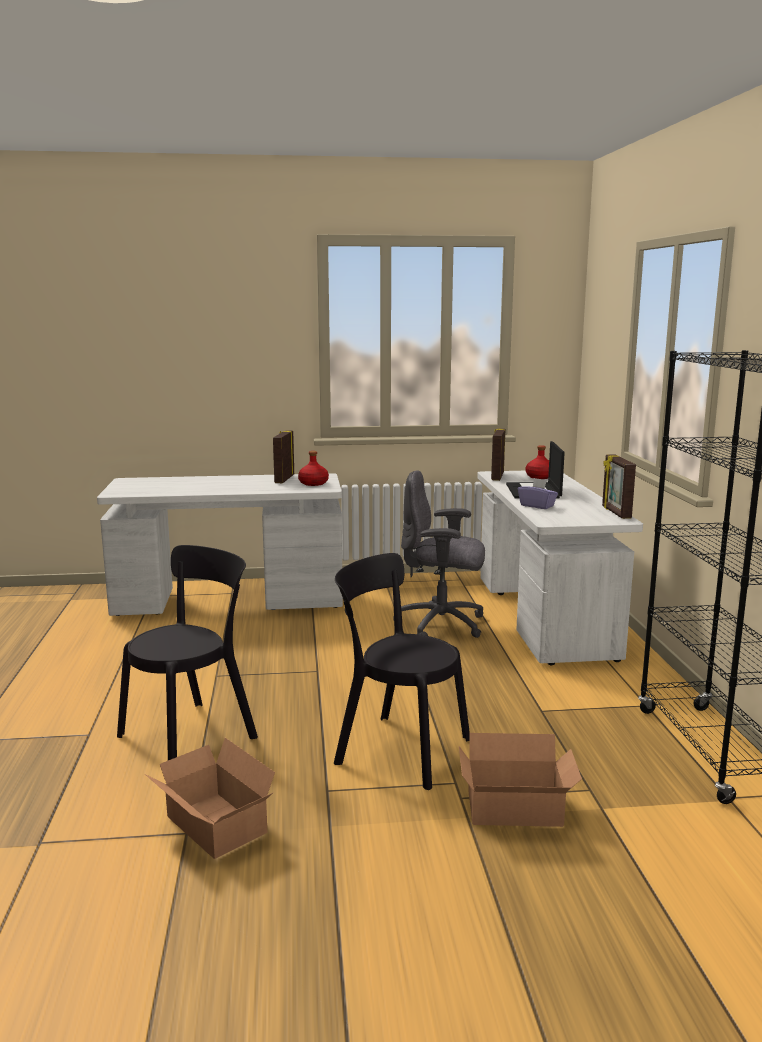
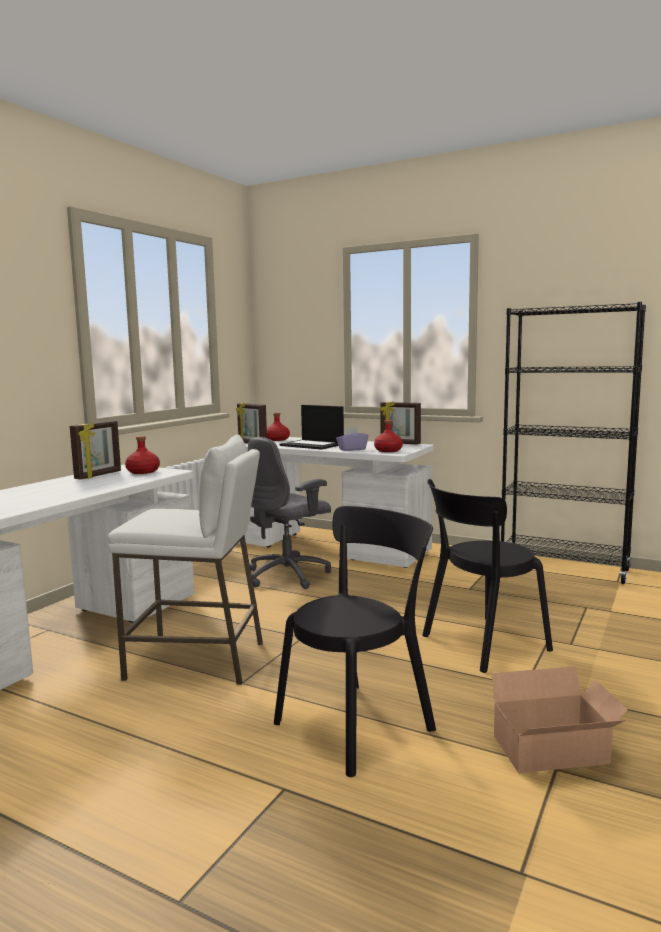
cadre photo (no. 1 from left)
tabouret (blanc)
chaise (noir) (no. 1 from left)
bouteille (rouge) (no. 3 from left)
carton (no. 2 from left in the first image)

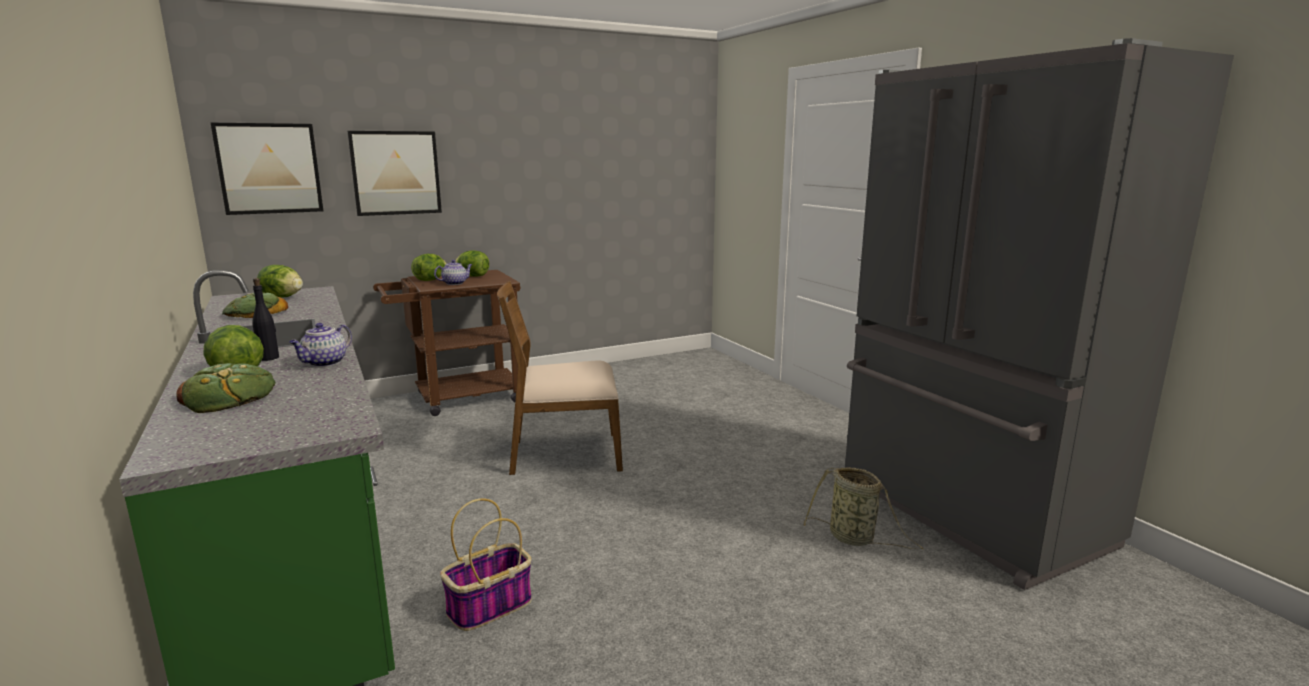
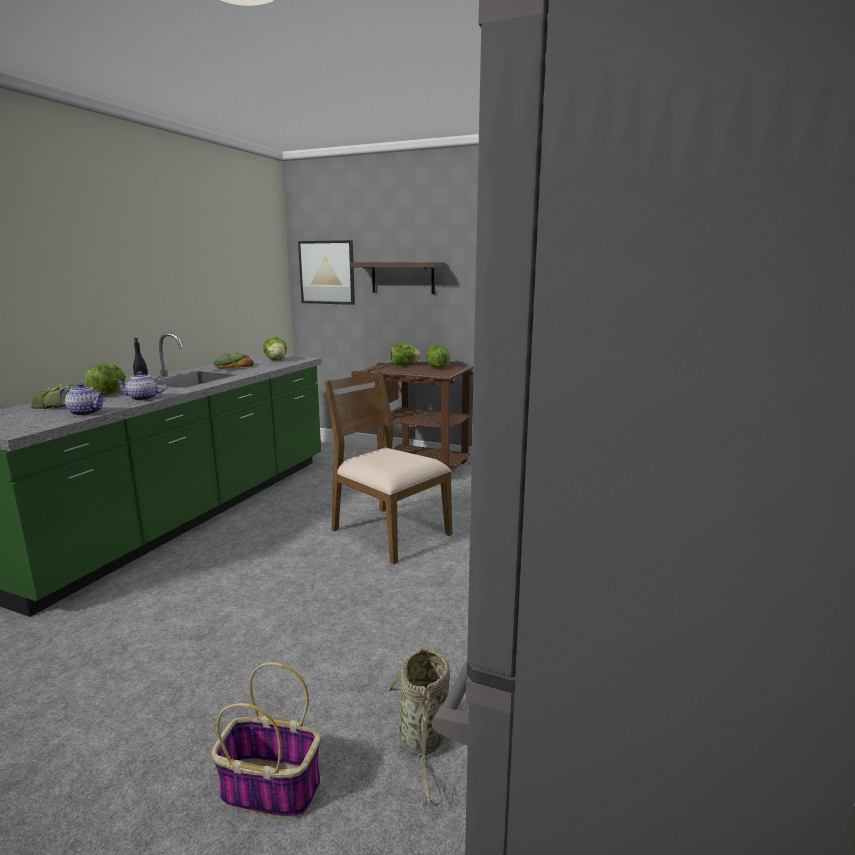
théière (no. 1 from left)
panier (no. 1 from left)
étagère

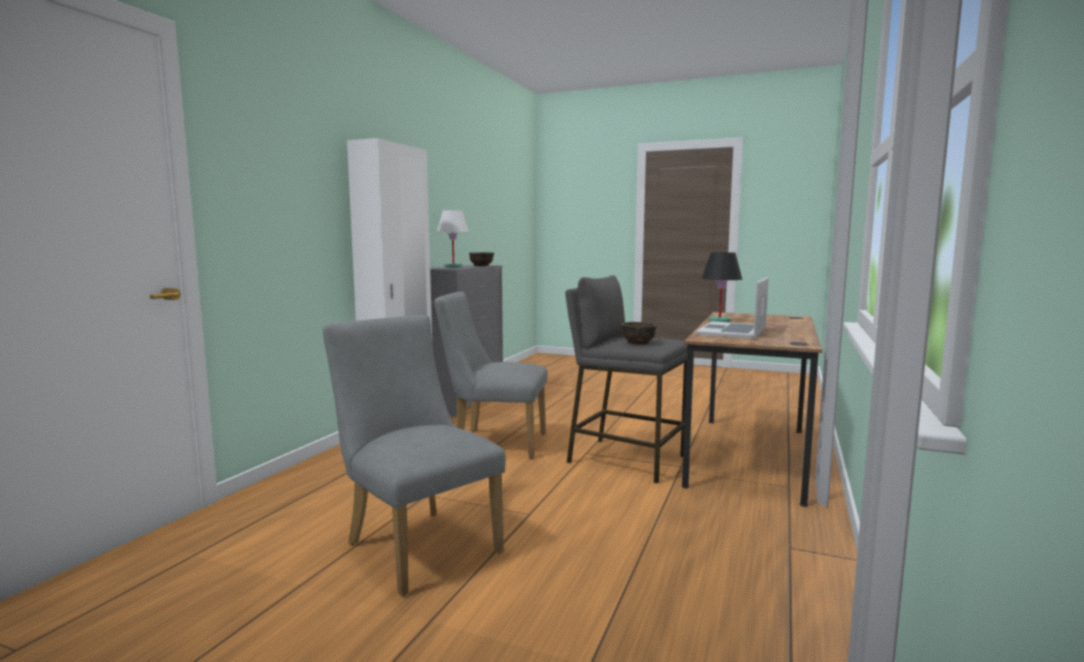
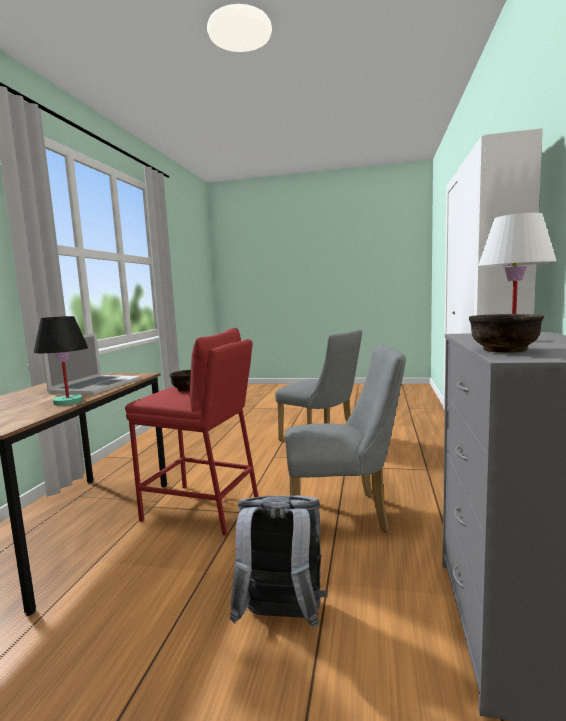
tabouret (rouge)
sac à dos (gris)

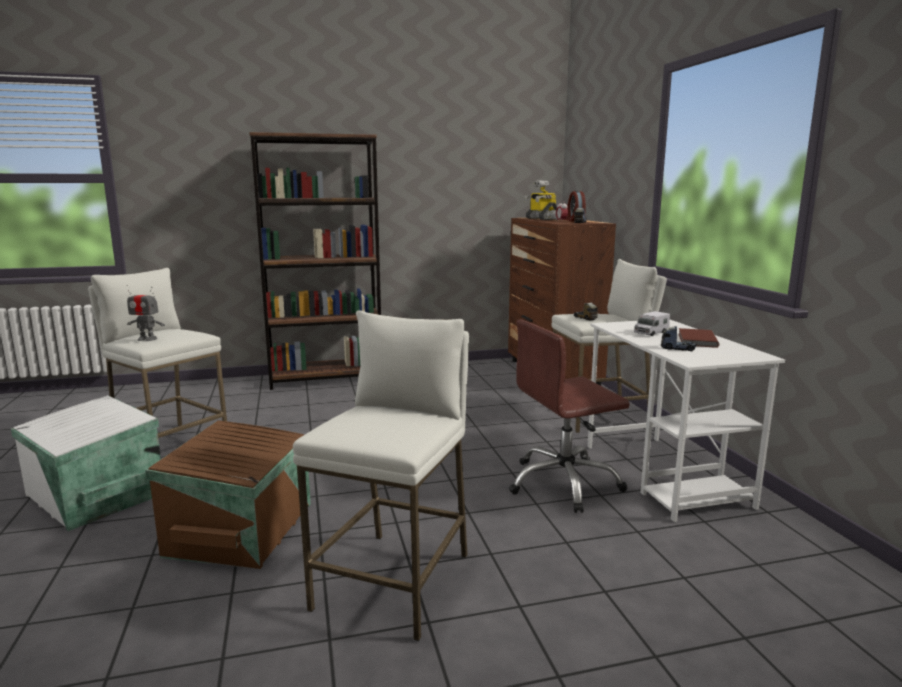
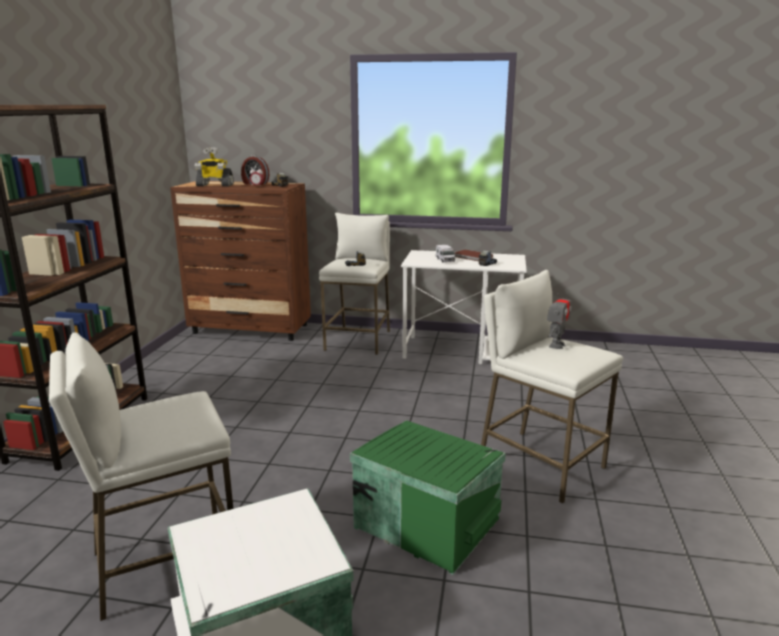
boîte de rangement (vert)
robot jouet (no. 2 from left)
chaise de bureau (marron)

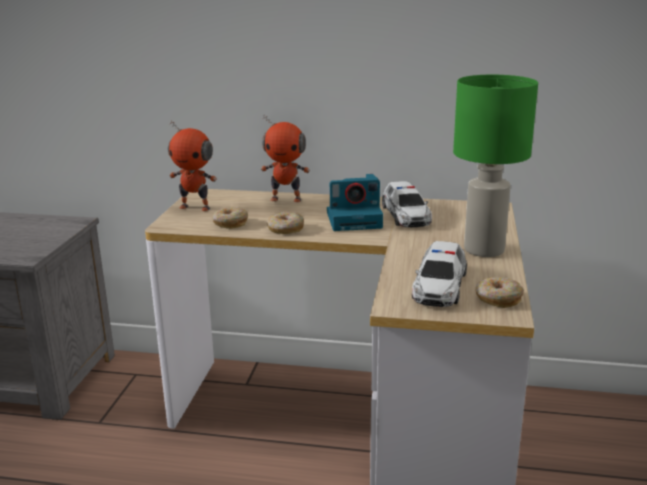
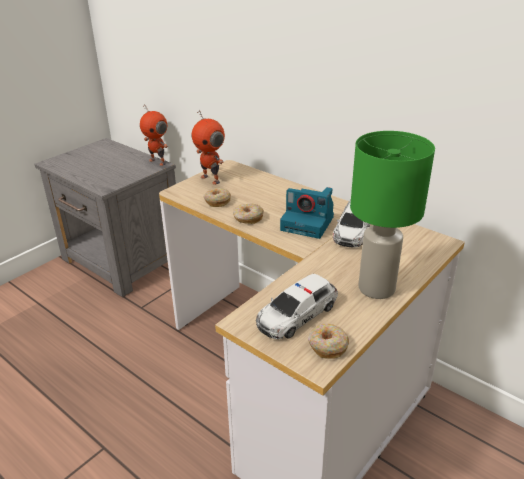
robot jouet (no. 1 from left)

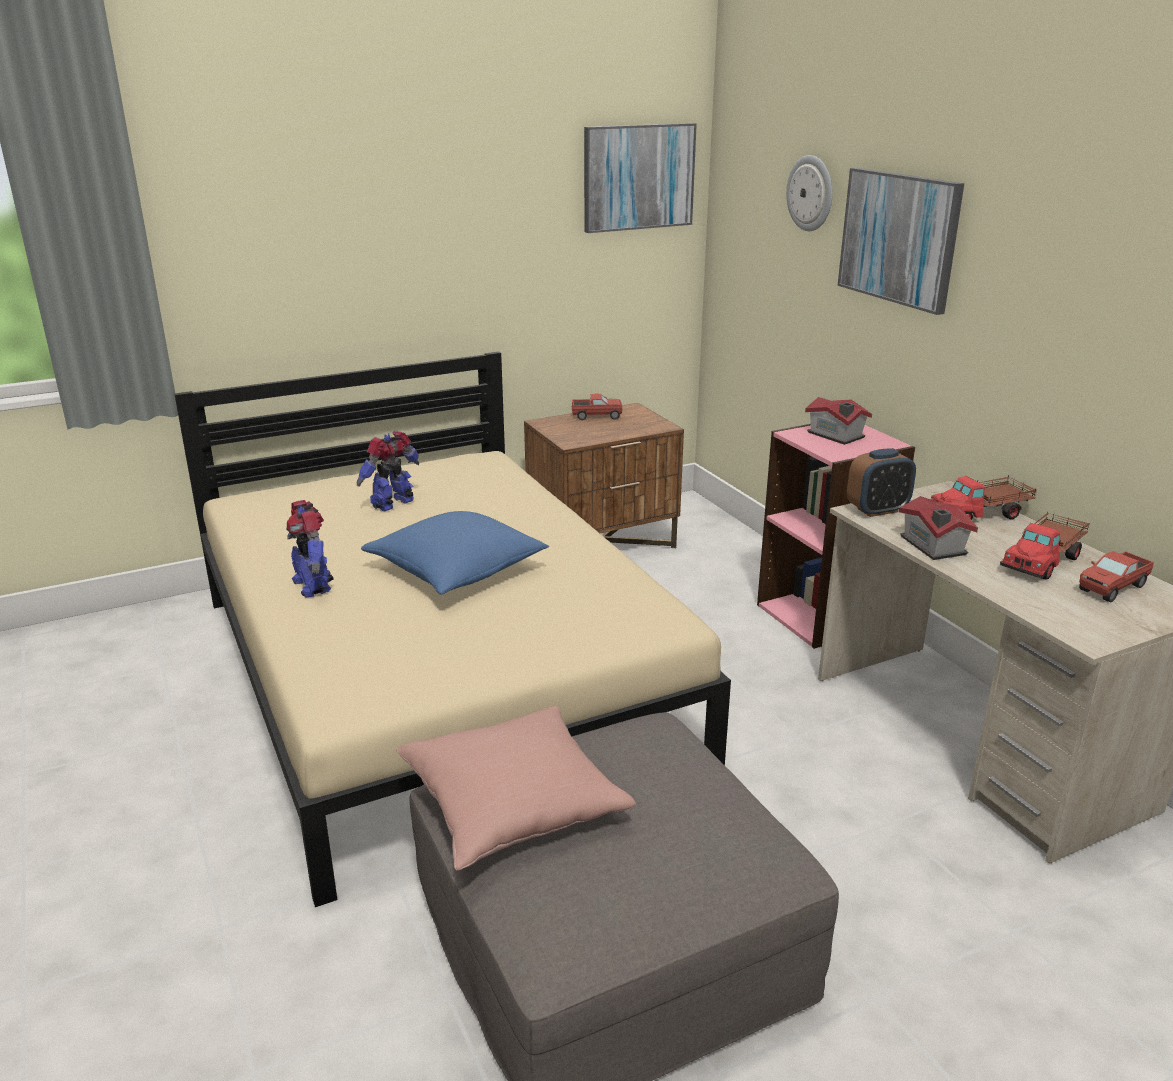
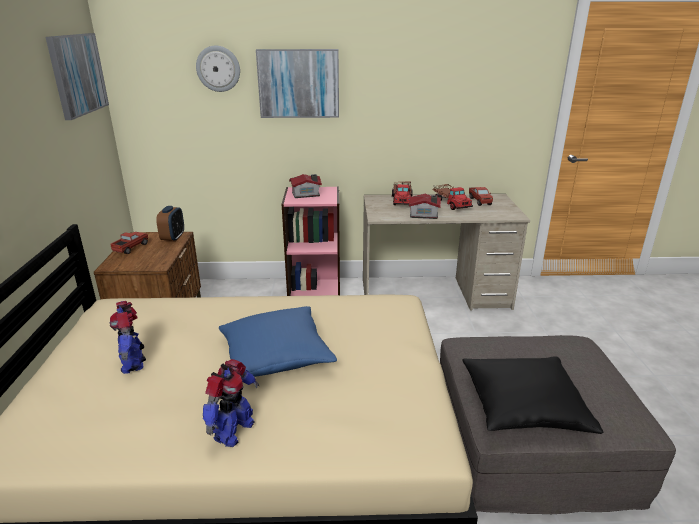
réveil
robot jouet (no. 2 from left)
coussin (noir)

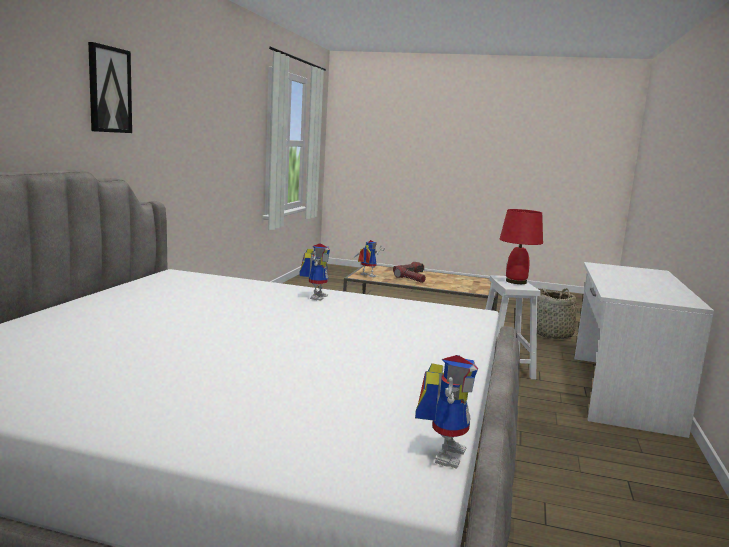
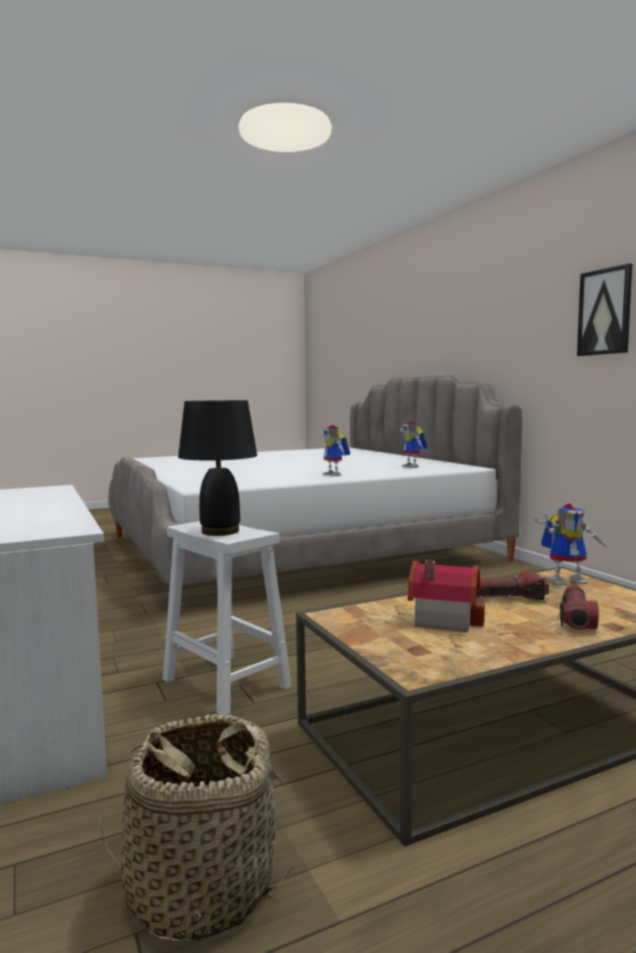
lampe de table (noir)
robot jouet (no. 2 from left)
maison miniature
tableau

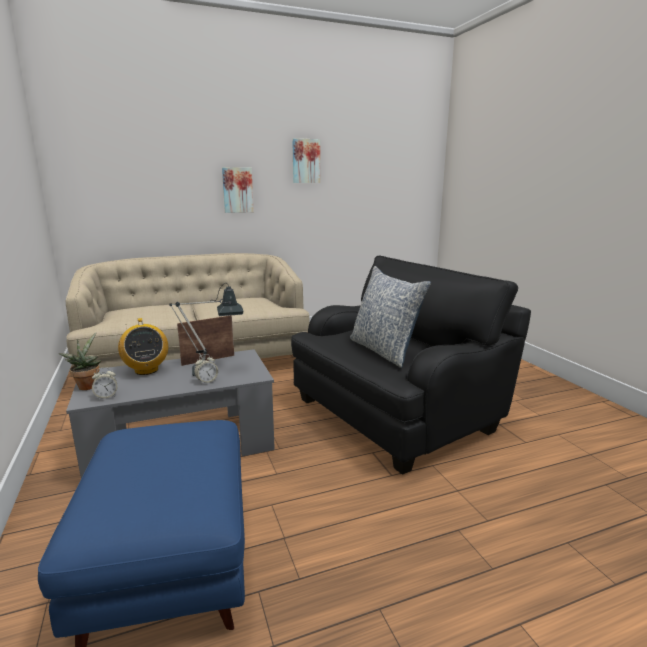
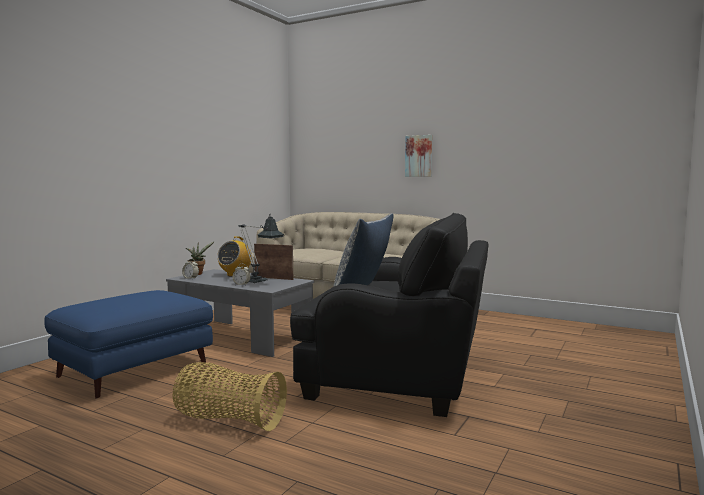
panier
tableau (no. 2 from left in the first image)

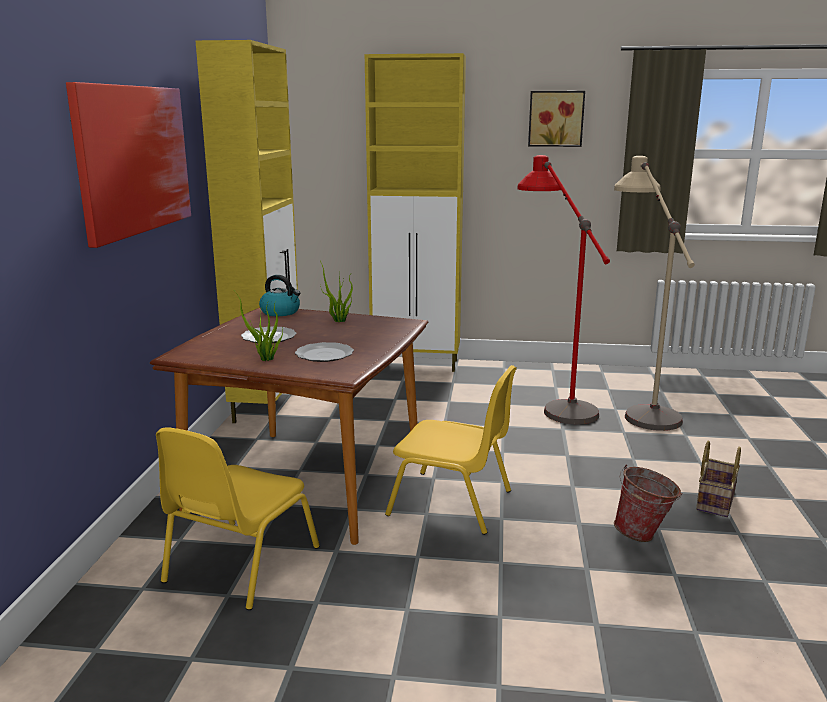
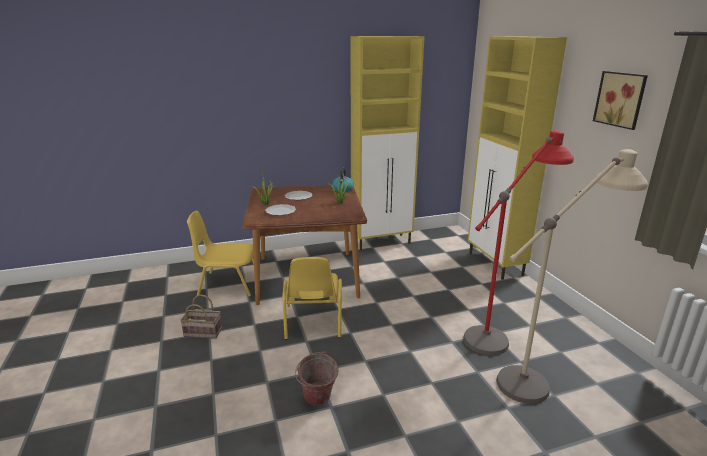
panier
tableau (no. 1 from left in the first image)

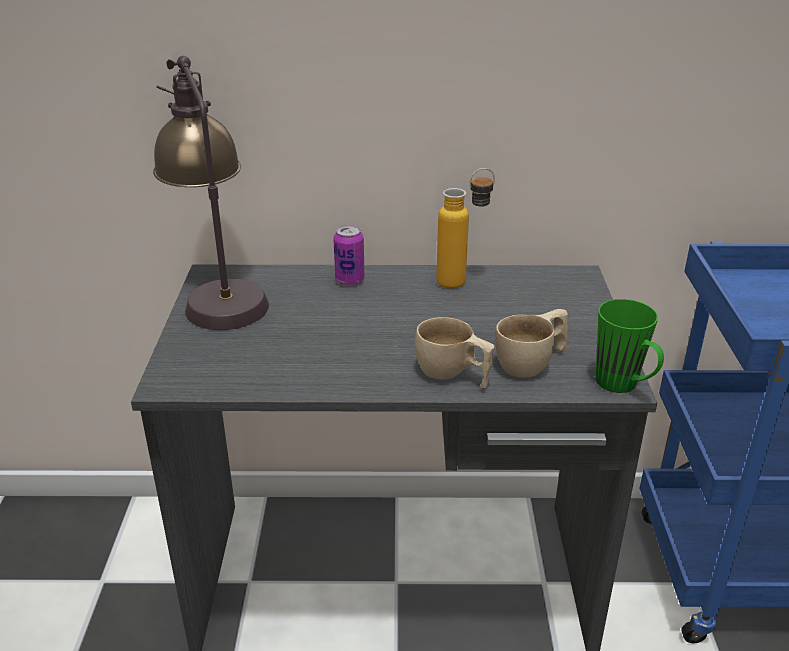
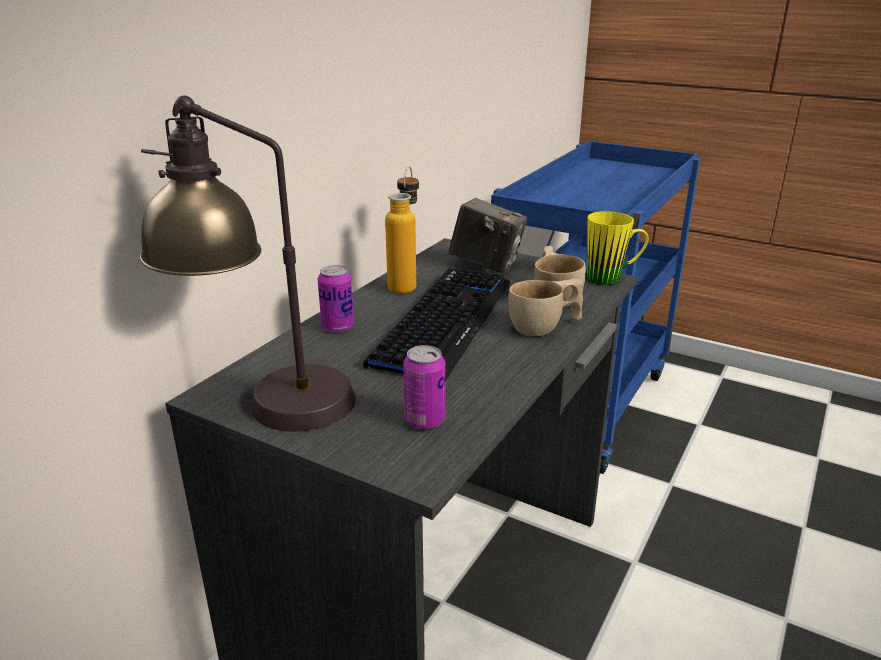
clavier
boîte métallique (no. 2 from left)
appareil photo
mug (jaune)

